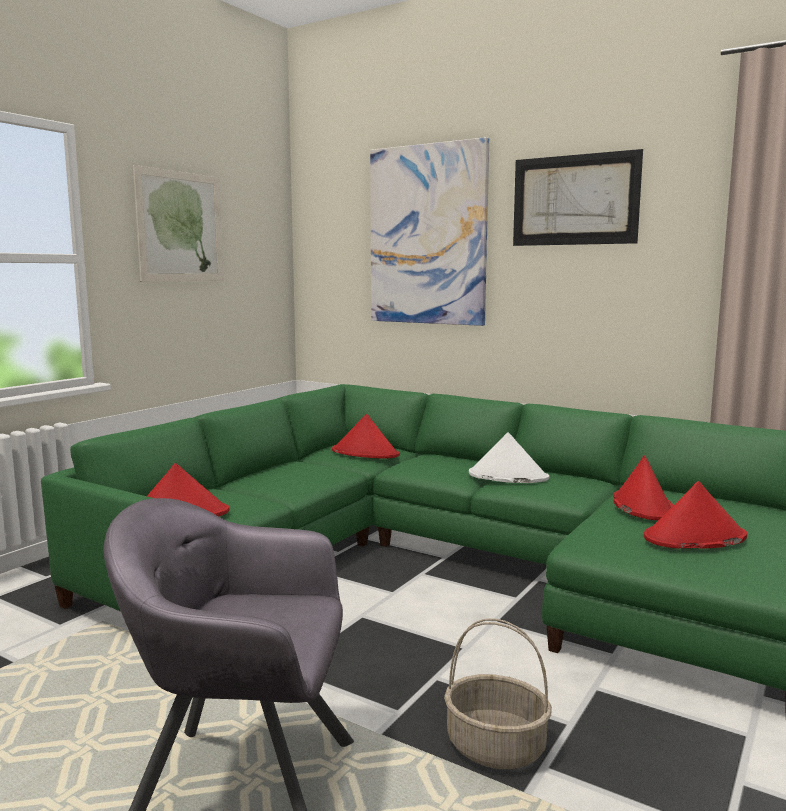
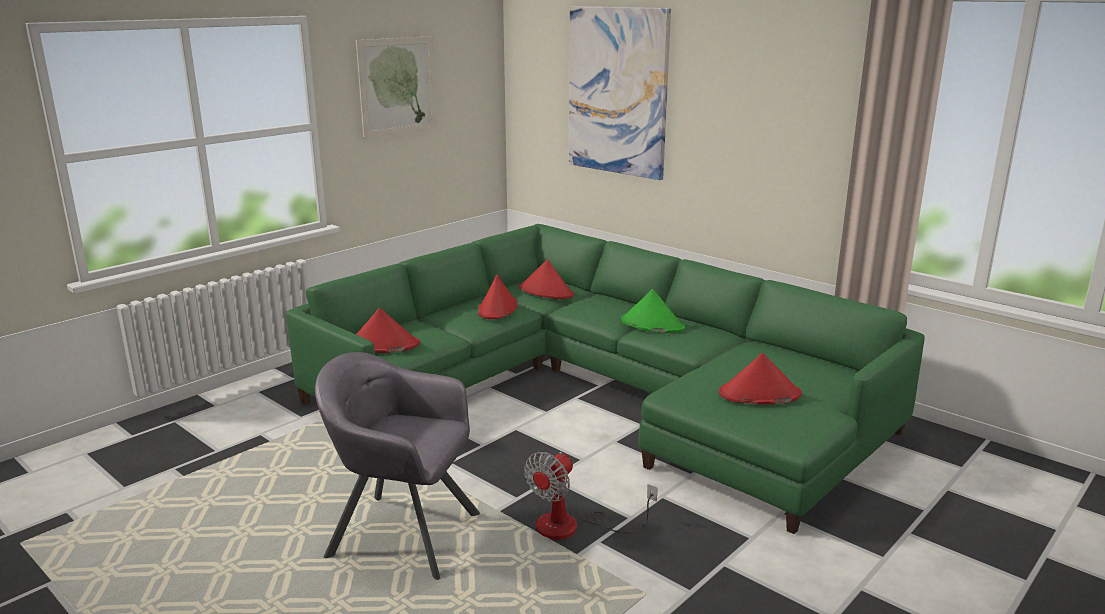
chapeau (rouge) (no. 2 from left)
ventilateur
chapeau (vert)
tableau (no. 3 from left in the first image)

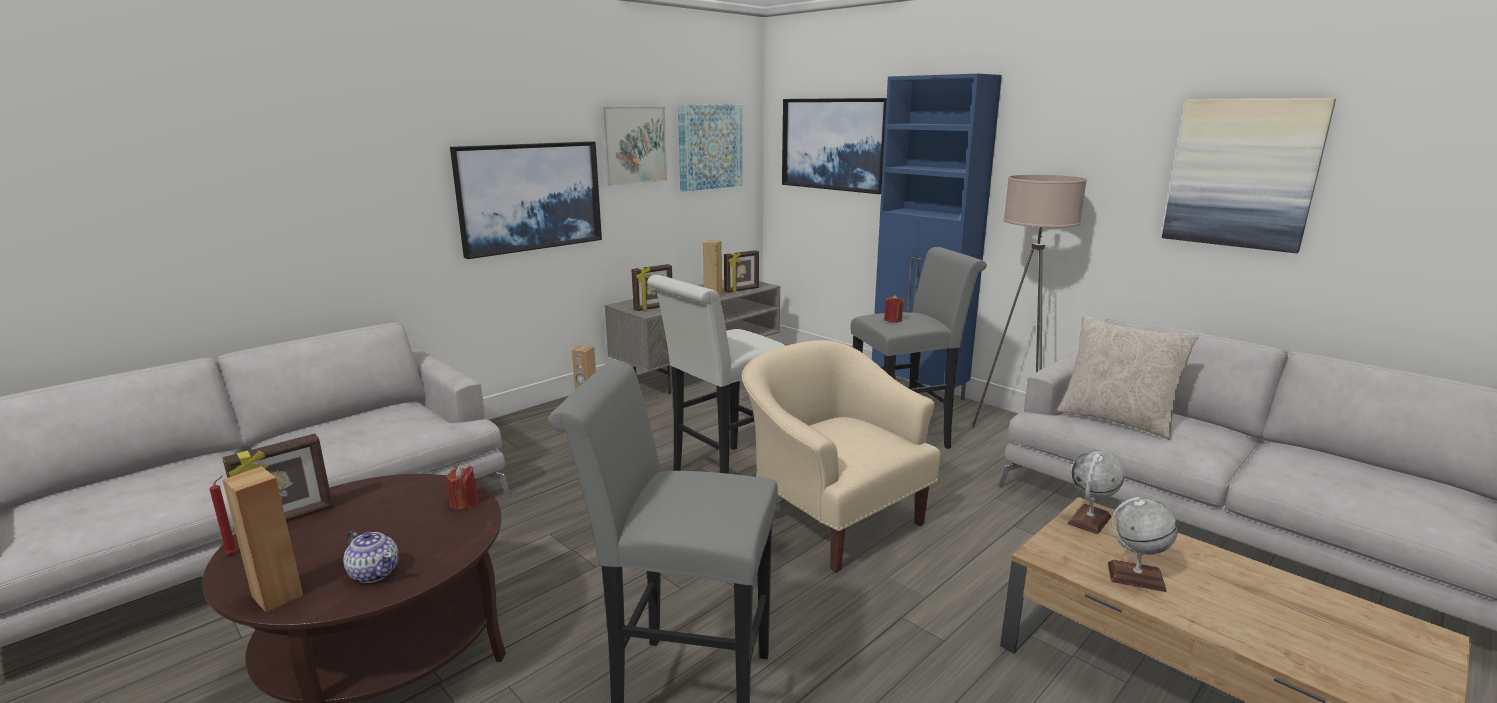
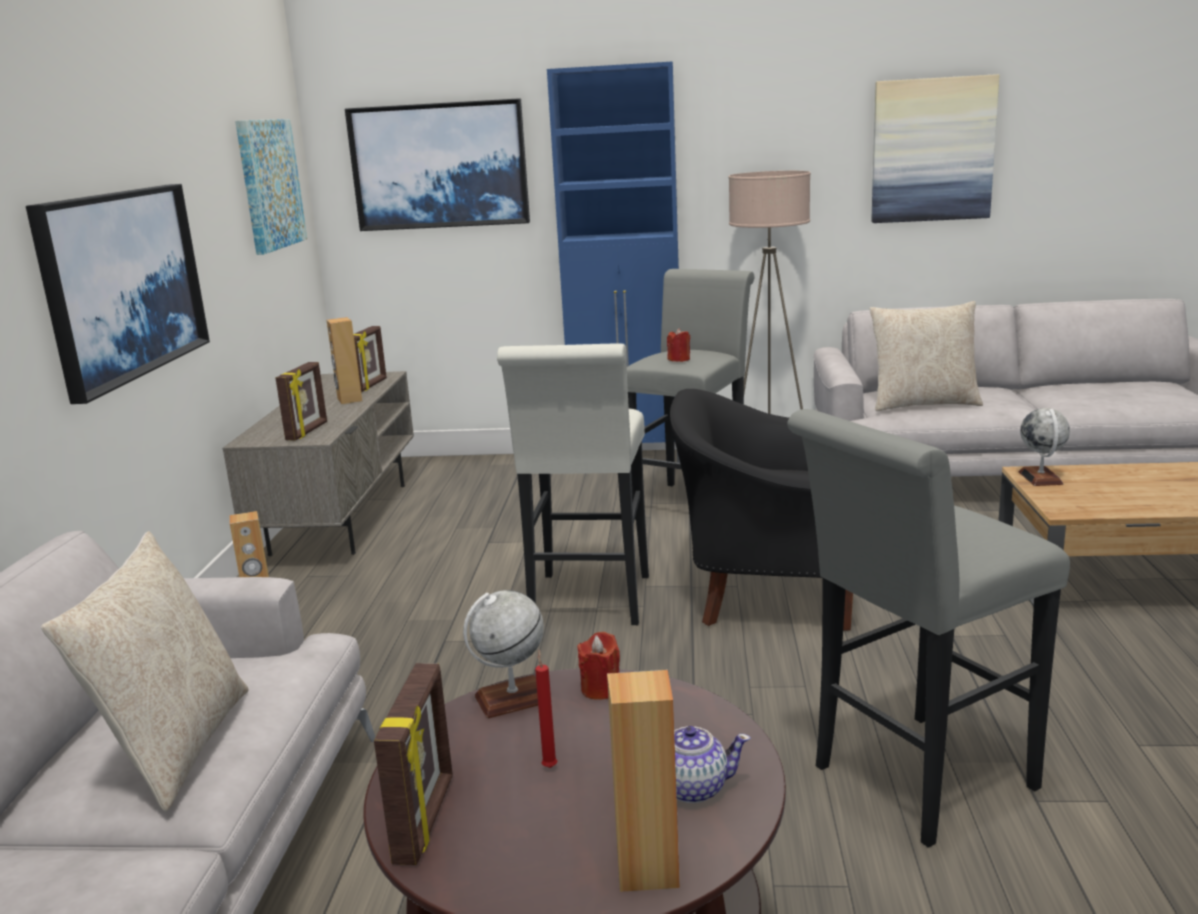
coussin (beige) (no. 1 from left)
globe (no. 1 from left)
bougie (rouge) (no. 1 from left)
fauteuil (noir)
tableau (no. 2 from left in the first image)

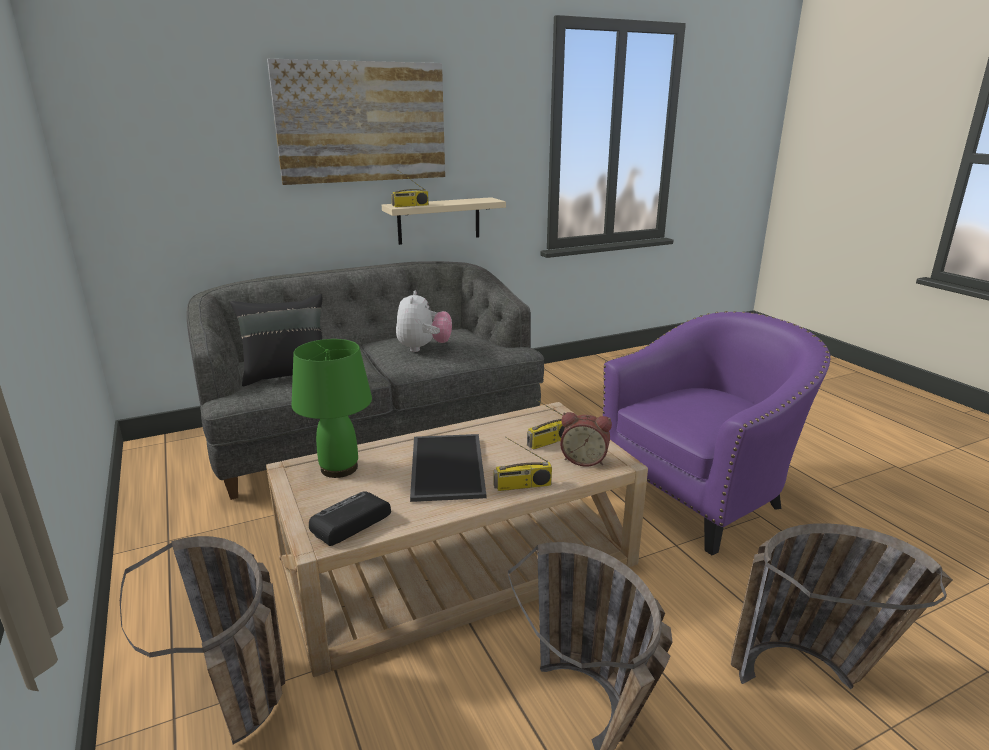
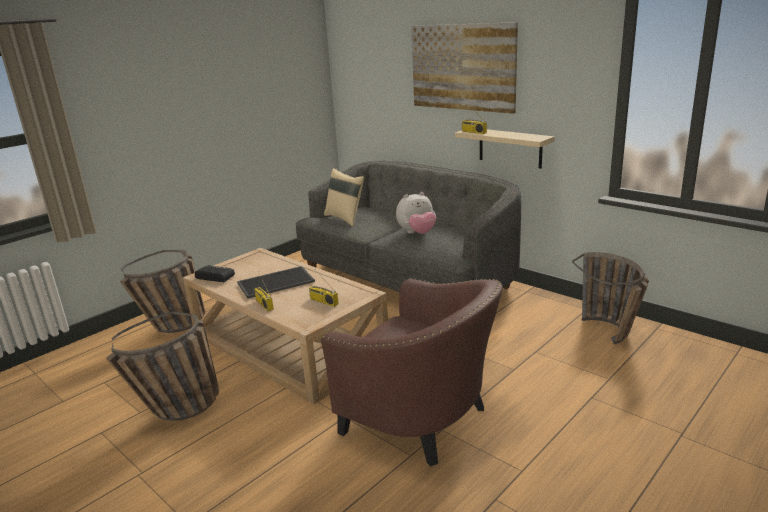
fauteuil (marron)
coussin (beige)
panier (no. 3 from left)
lampe de table (vert)
réveil

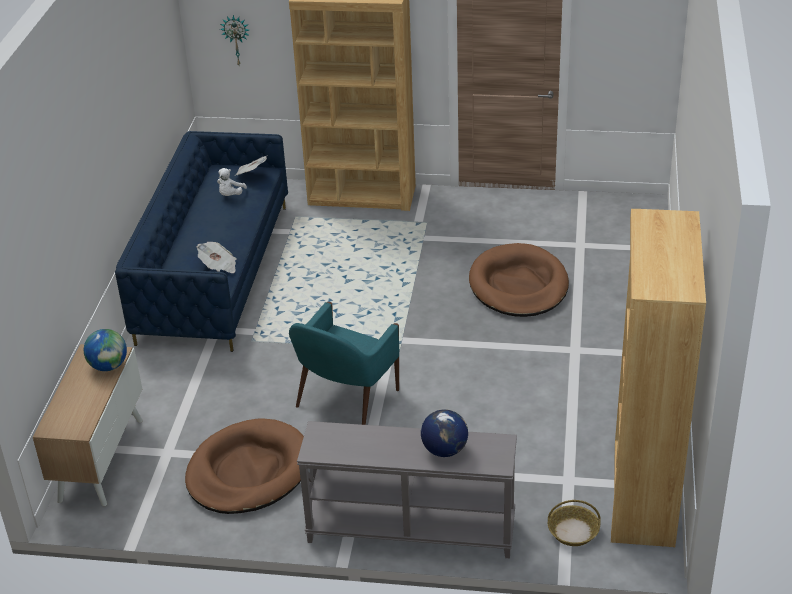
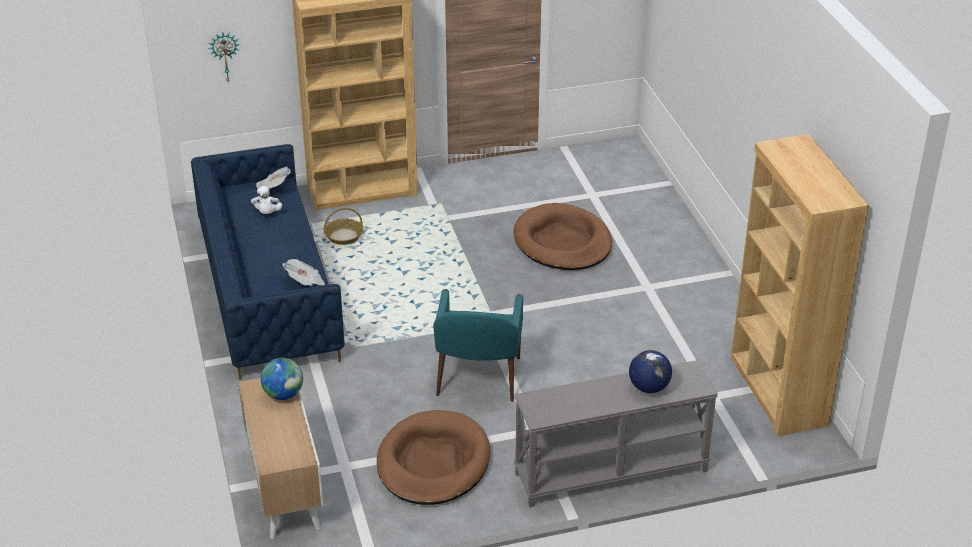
panier

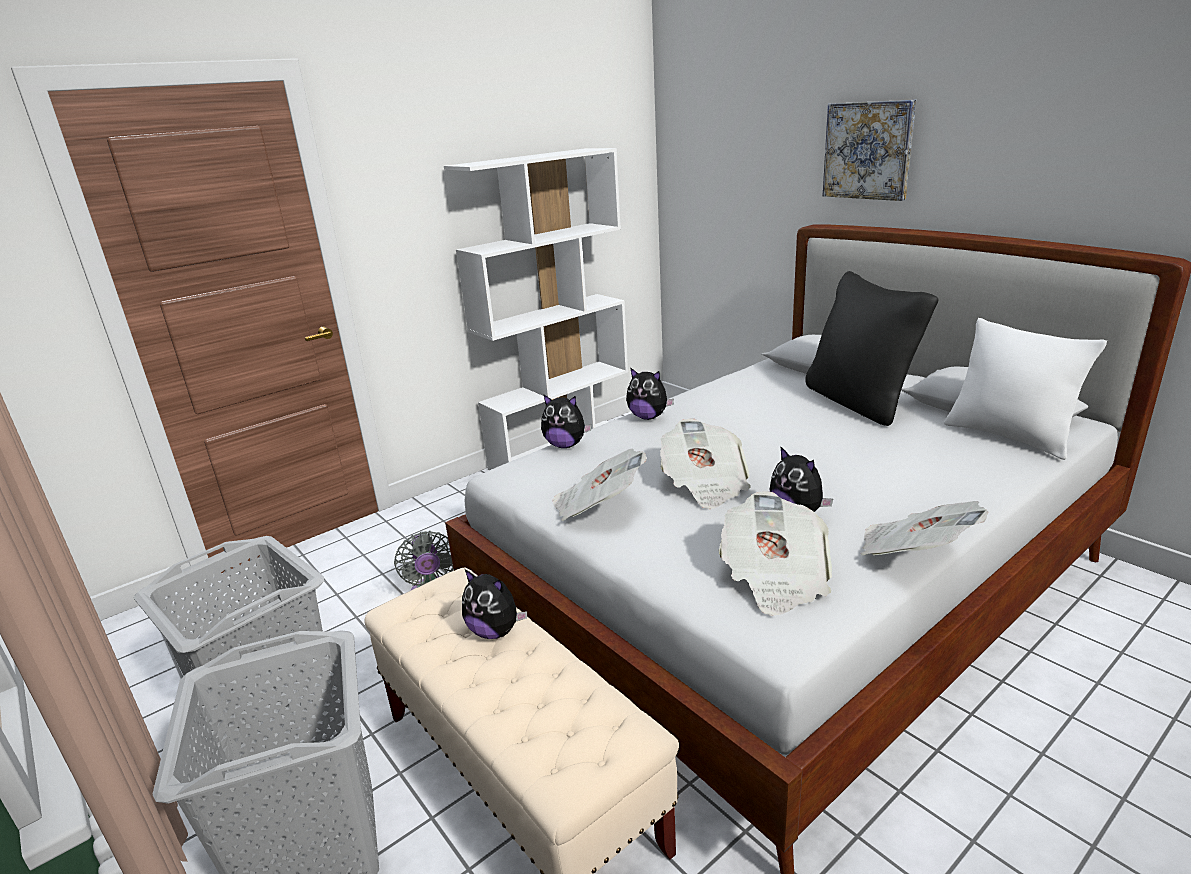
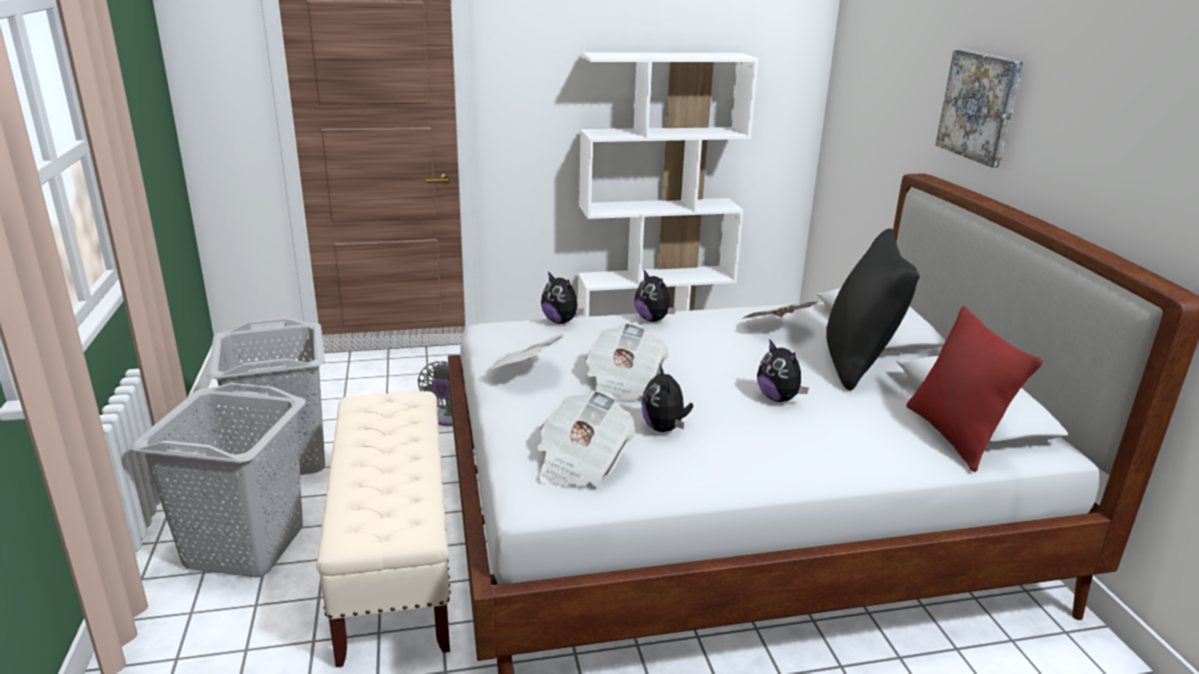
journal (no. 4 from left)
peluche (no. 4 from left)
coussin (rouge)

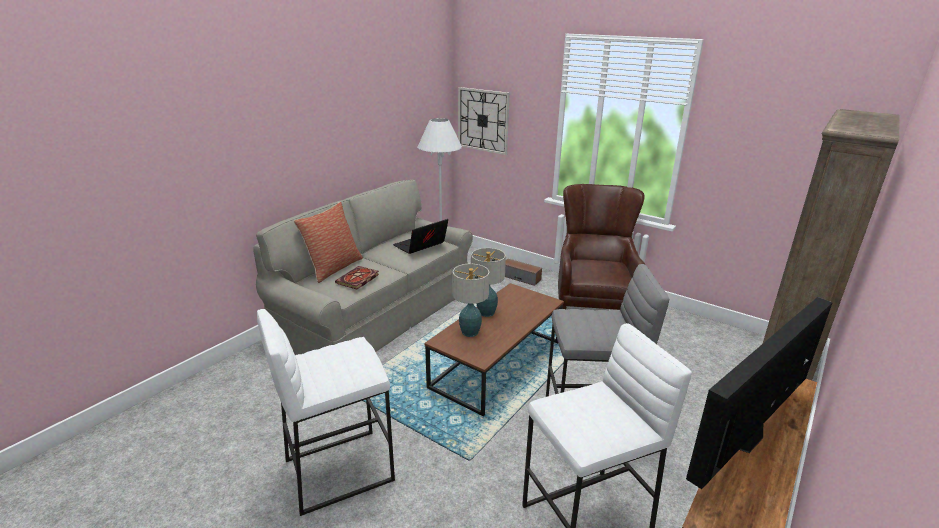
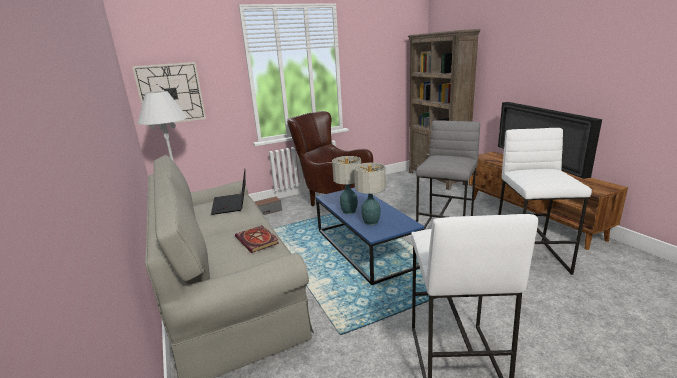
table basse (bleu)
coussin

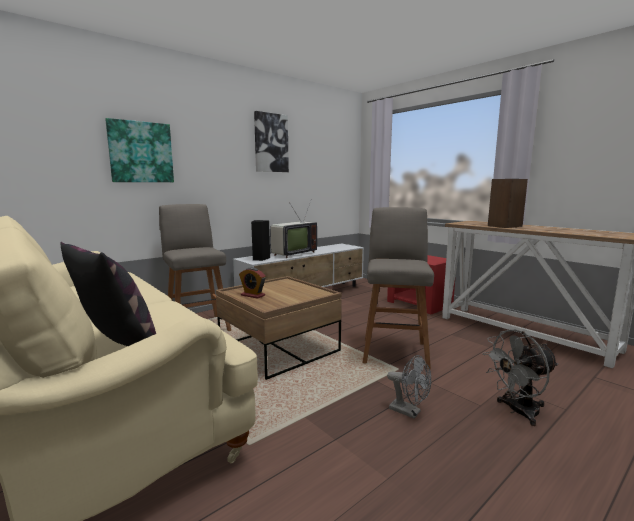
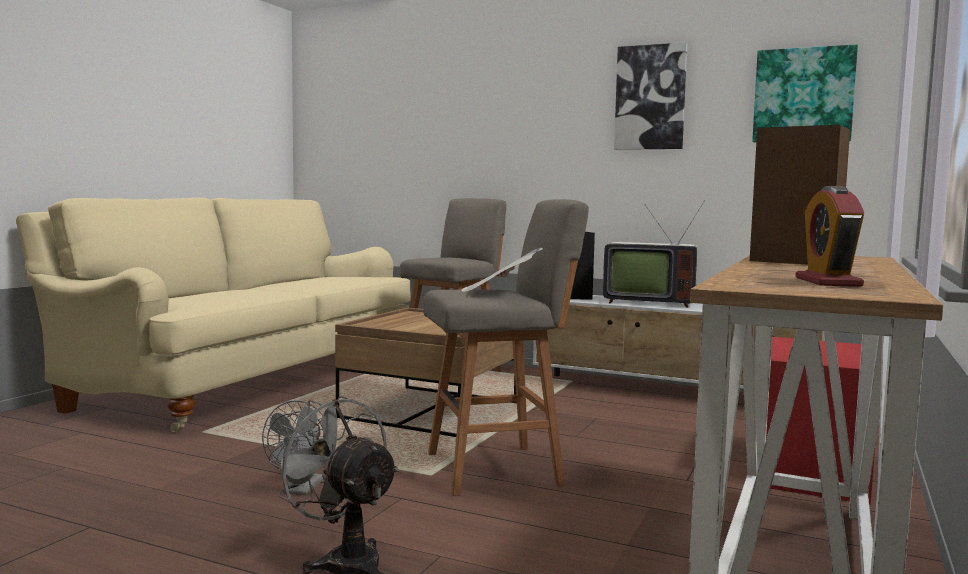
journal
tableau (no. 2 from left)
réveil
coussin

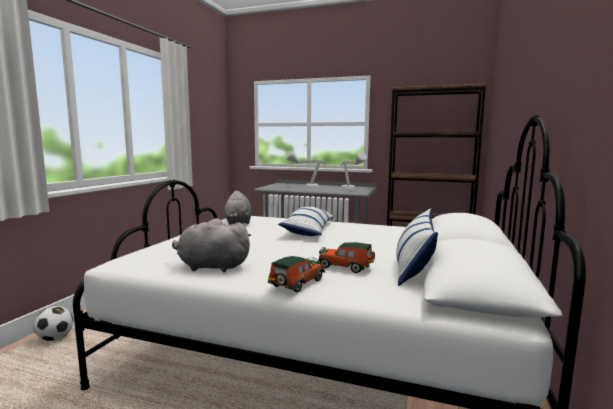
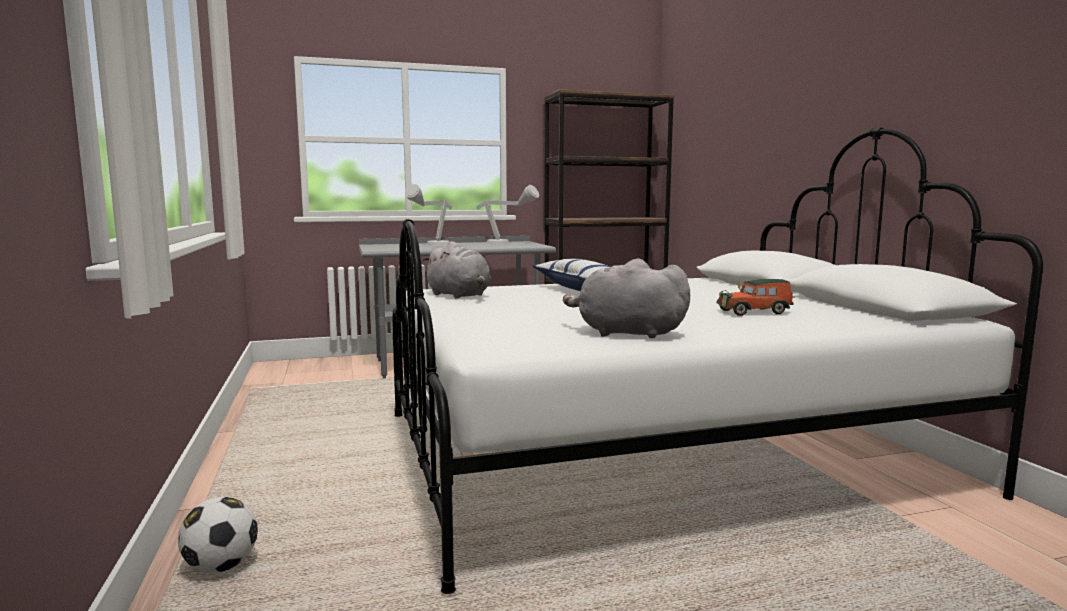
peluche (gris) (no. 2 from left)
petite voiture (no. 1 from left in the first image)
coussin (no. 2 from left in the first image)

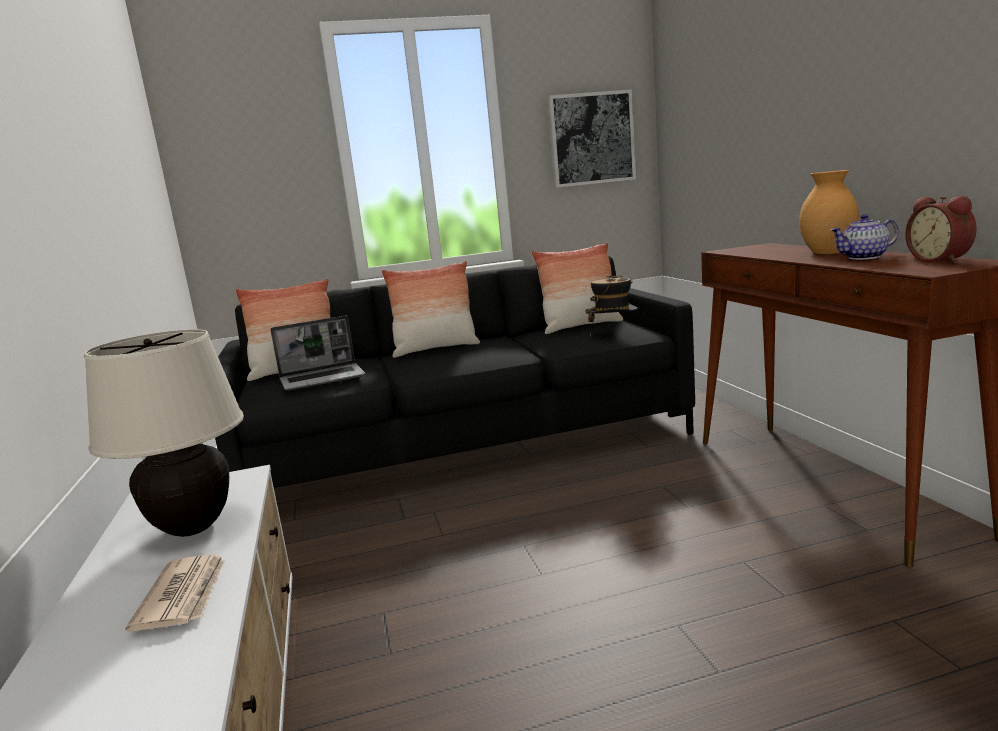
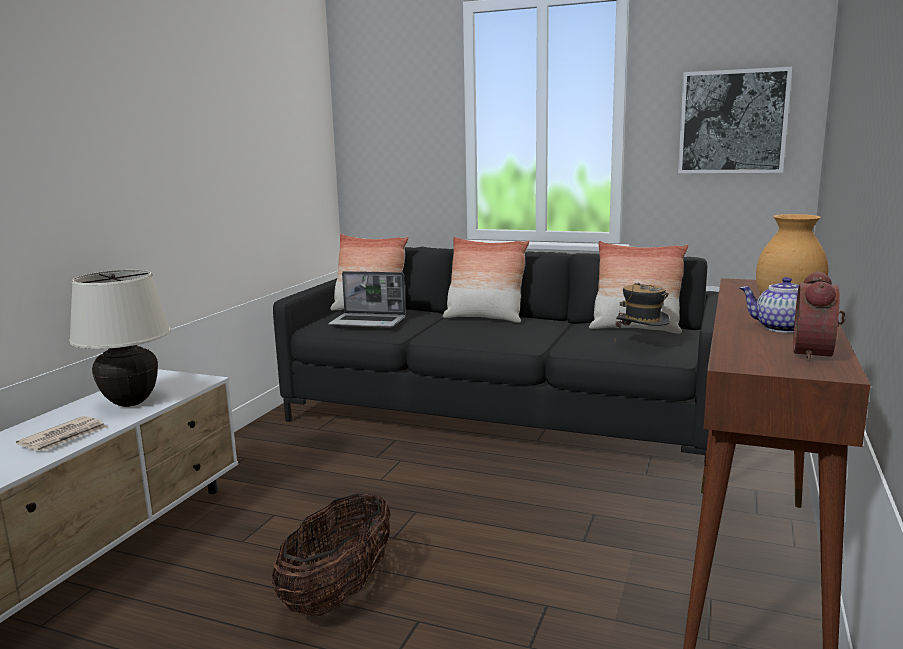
panier

